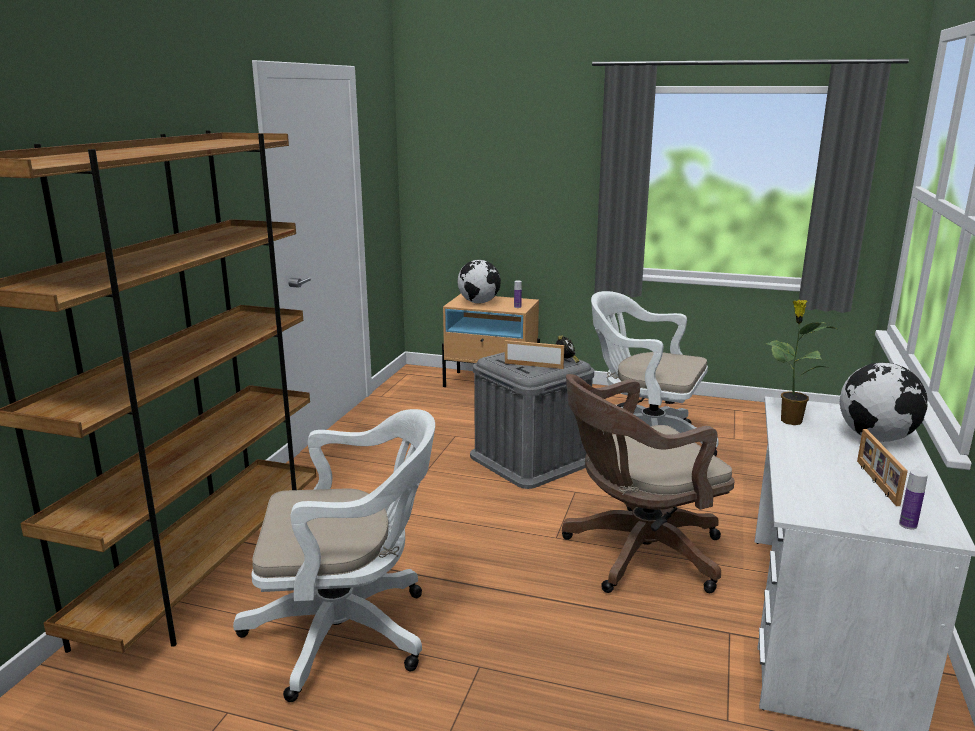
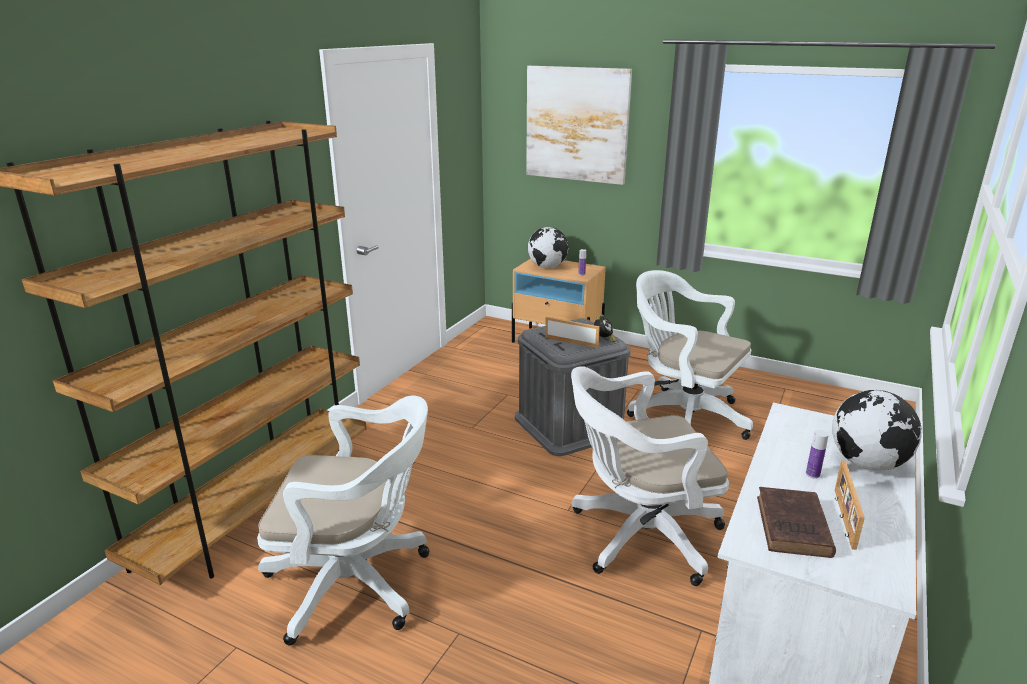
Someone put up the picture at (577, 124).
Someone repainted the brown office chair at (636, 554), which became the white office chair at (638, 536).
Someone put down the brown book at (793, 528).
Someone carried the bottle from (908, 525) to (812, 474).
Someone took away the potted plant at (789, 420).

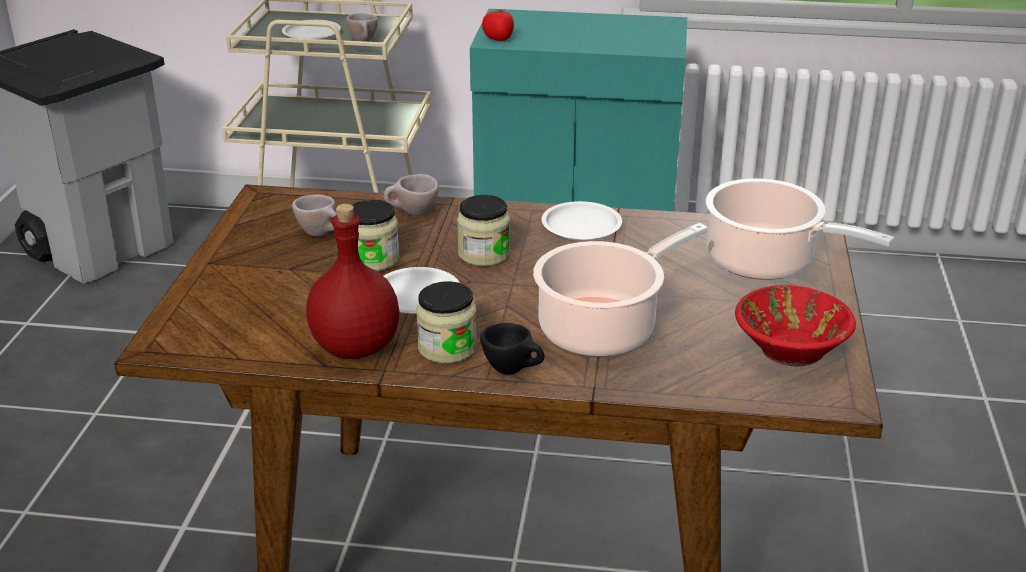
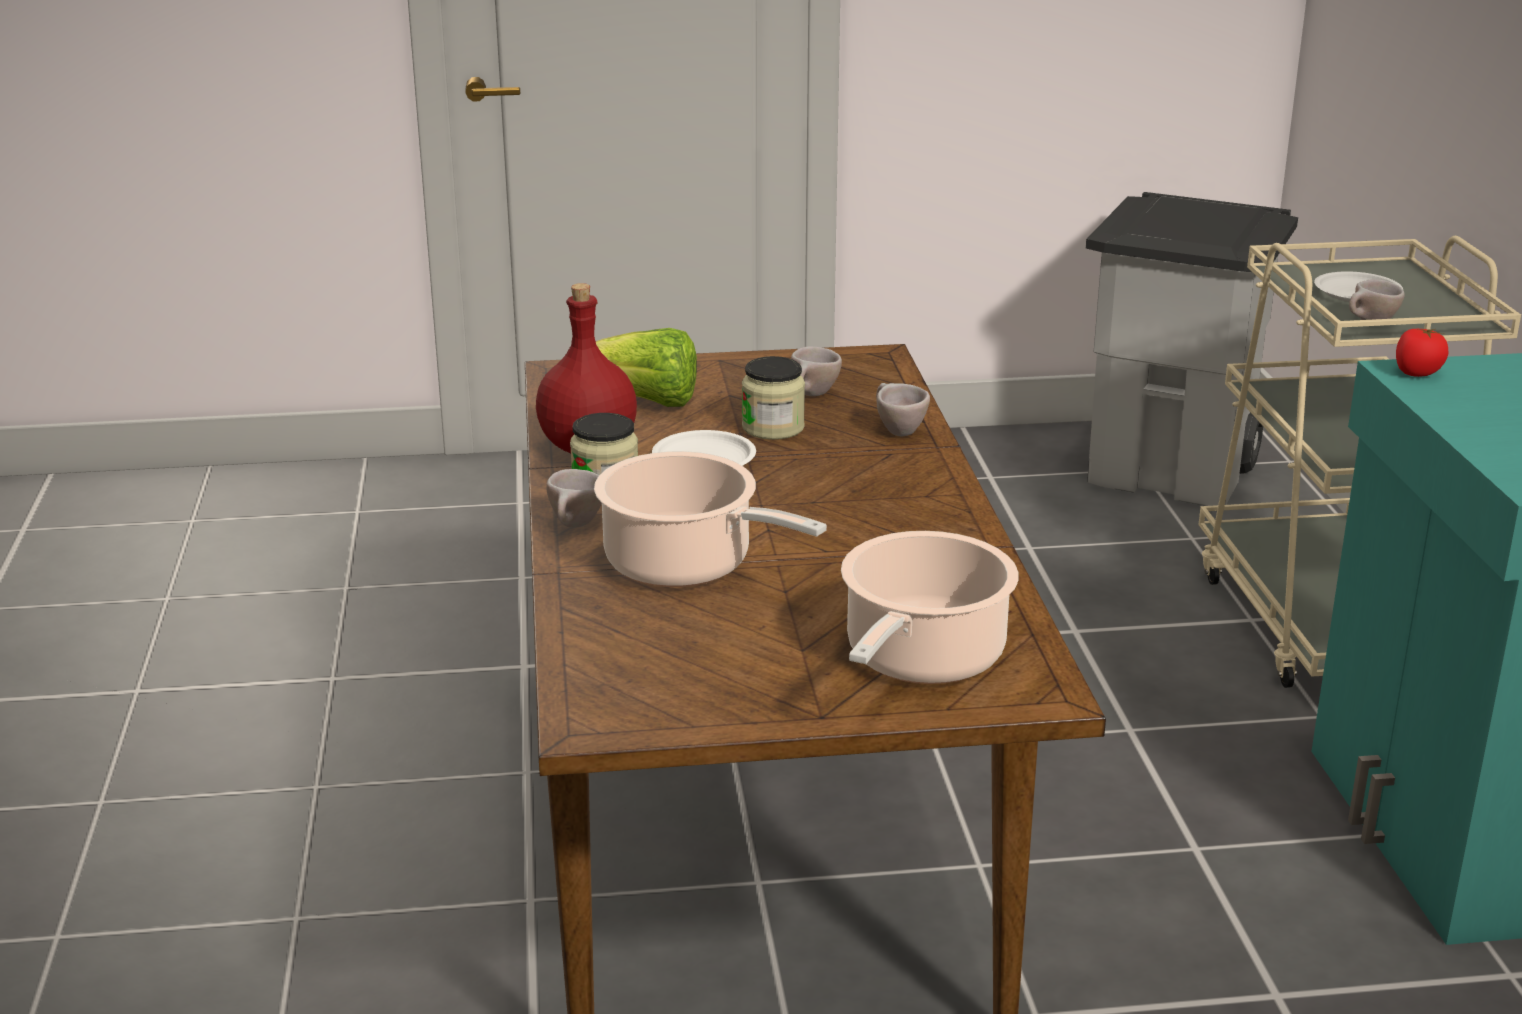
Someone repainted the black cup at (513, 370), which became the beige cup at (575, 527).
Someone put down the lettuce at (643, 403).
Someone took away the jar at (484, 254).
Someone took away the white plate at (582, 226).
Someone took away the red bowl at (789, 348).

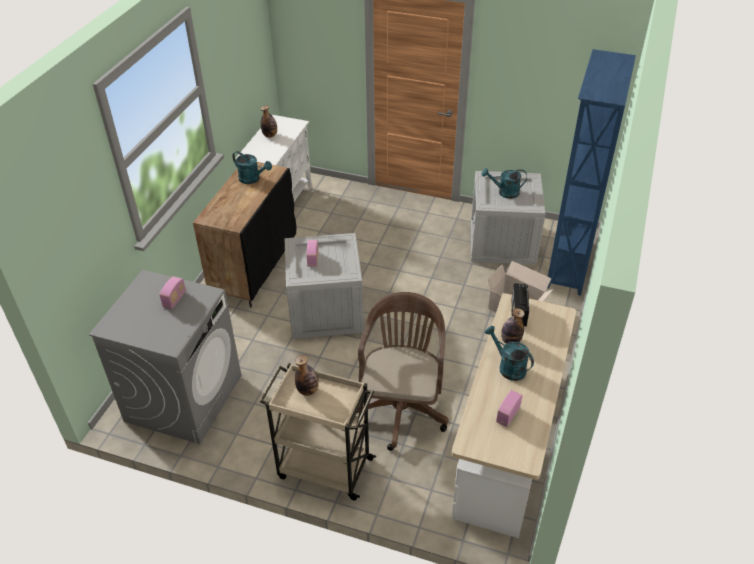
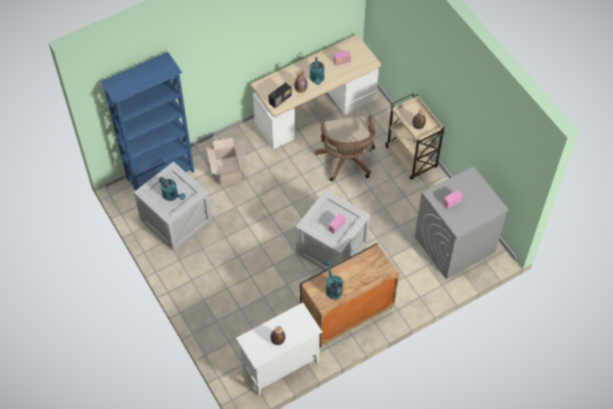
Someone rotated the brown office chair at (401, 406) by 60 degrees counterclockwise.

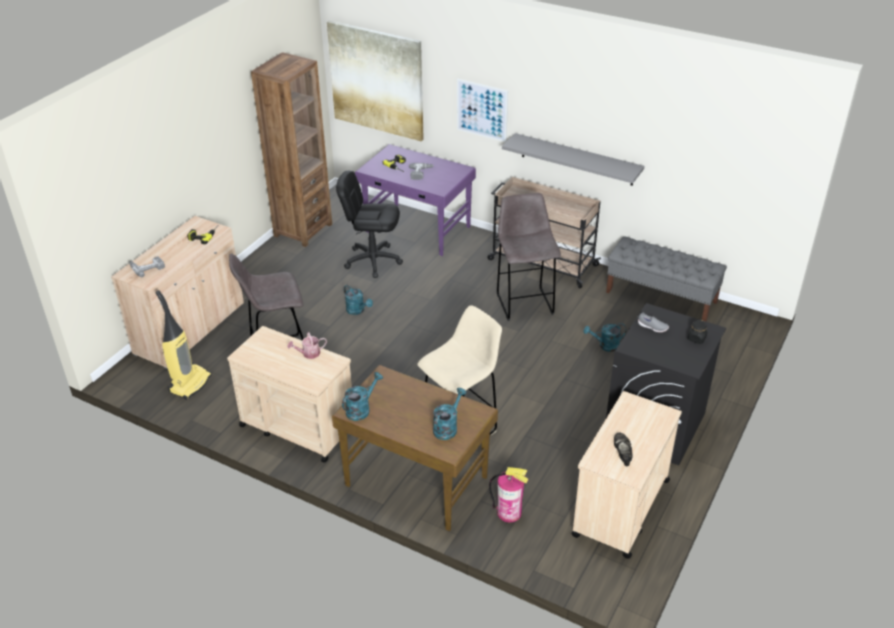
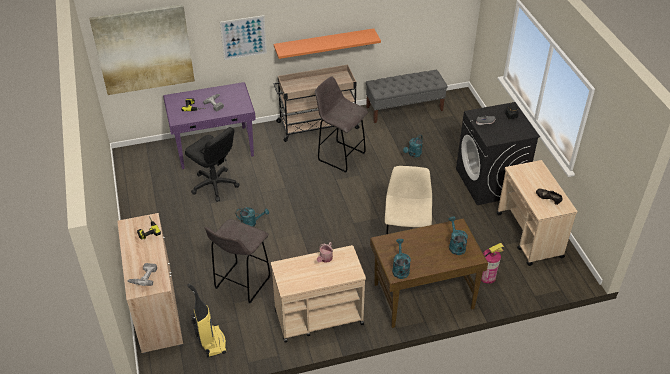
Someone rotated the black office chair at (373, 260) by 105 degrees counterclockwise.
Someone repainted the grey shelf at (577, 159), which became the orange shelf at (324, 43).
Someone took away the brown bookcase at (303, 230).

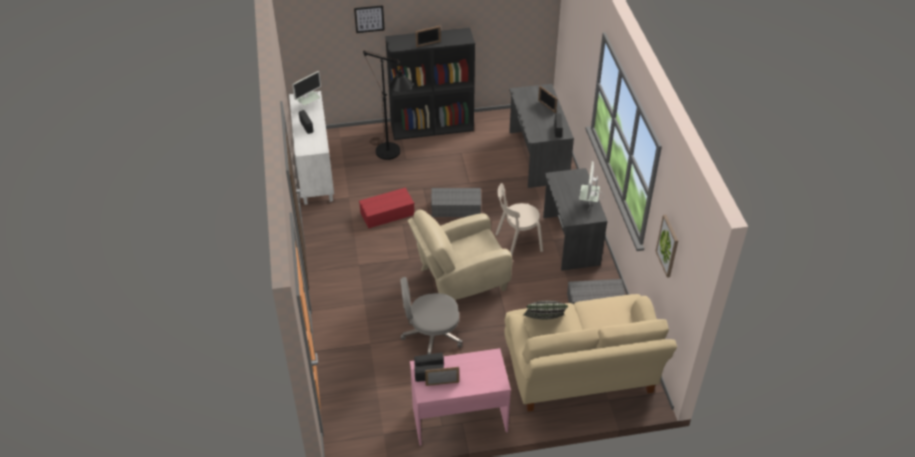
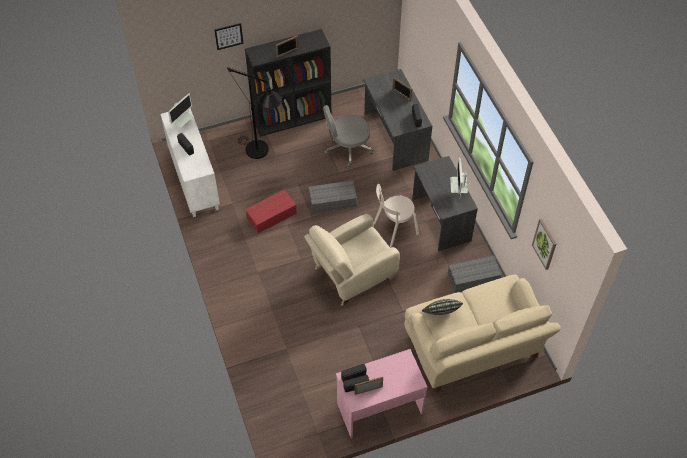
Someone carried the grey office chair from (431, 335) to (347, 148).

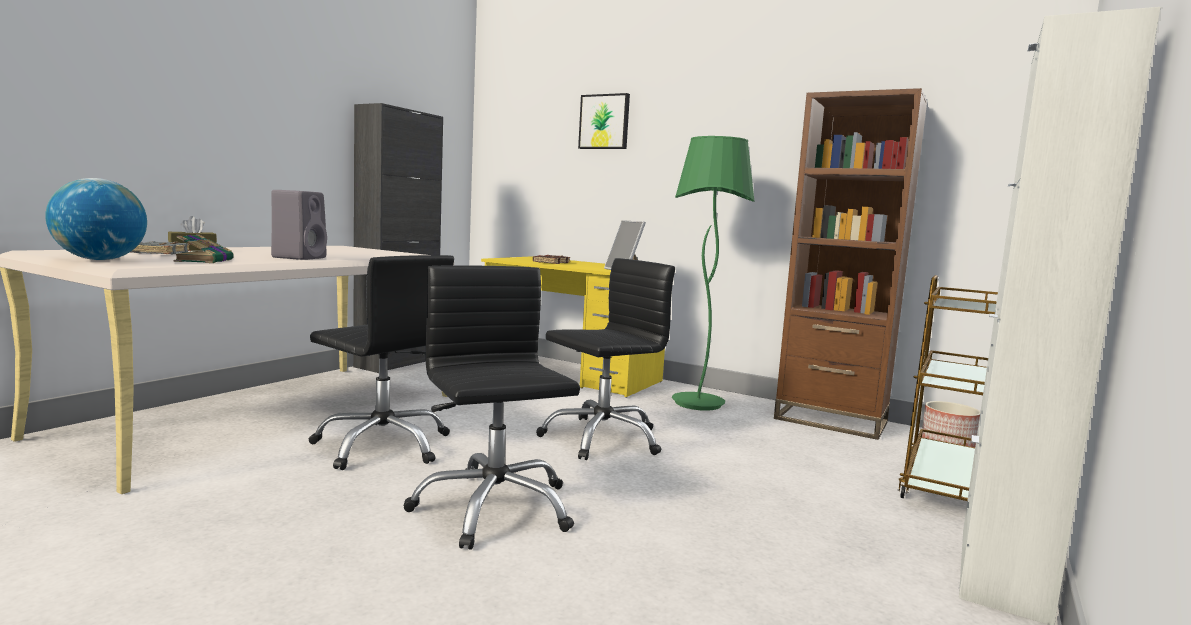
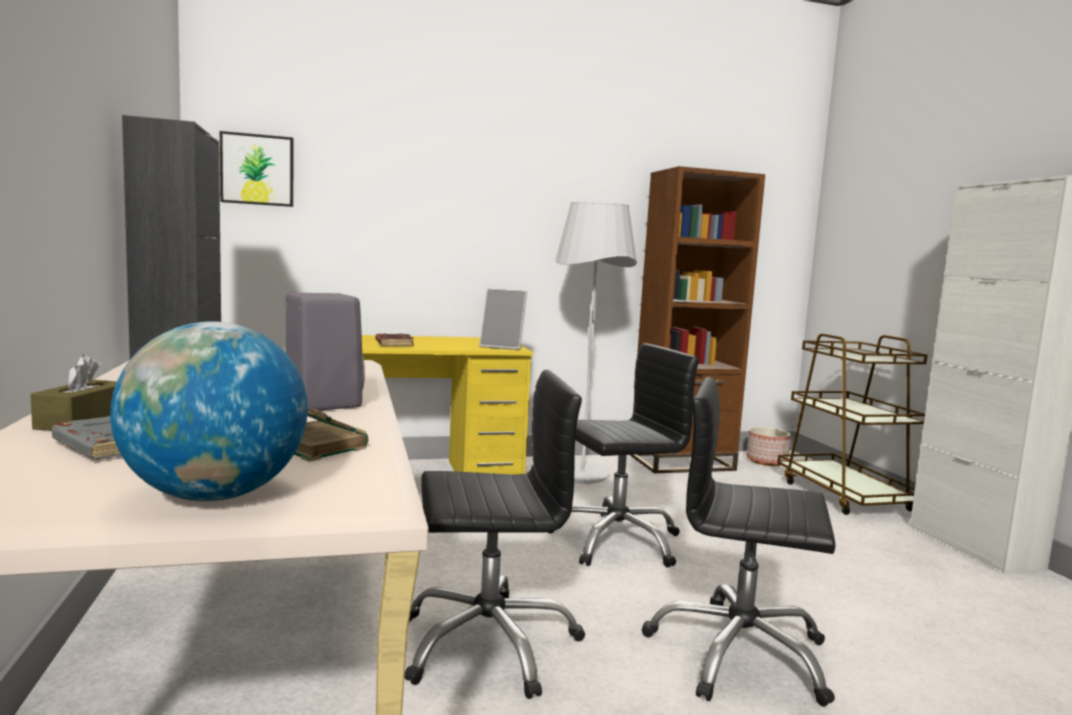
Someone carried the picture from (604, 122) to (257, 170).
Someone rotated the black office chair at (602, 438) by 60 degrees clockwise.
Someone repainted the green floor lamp at (698, 403), which became the white floor lamp at (582, 476).

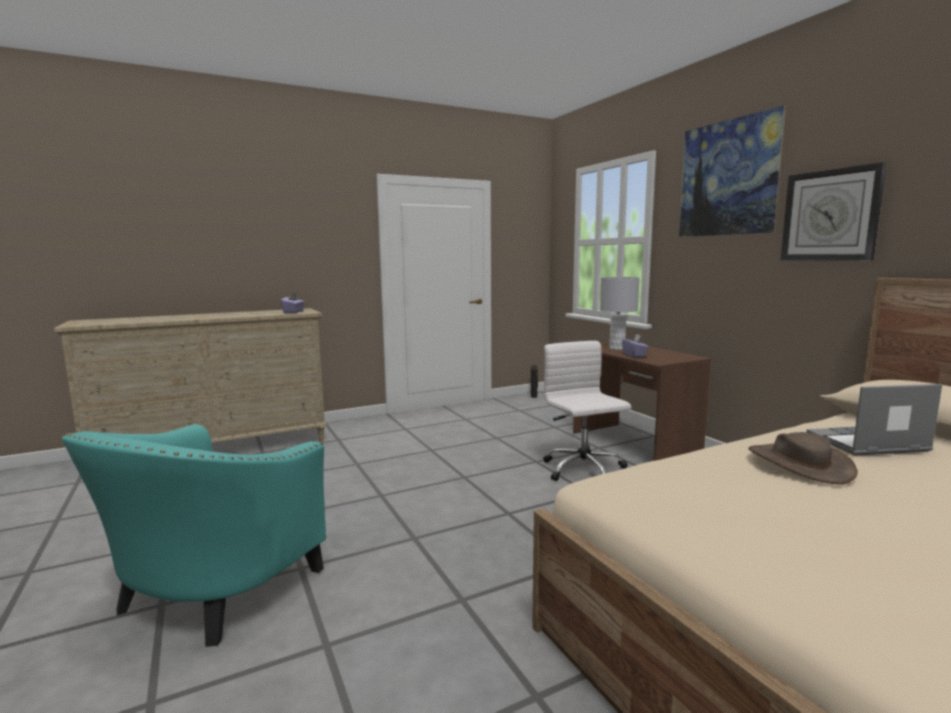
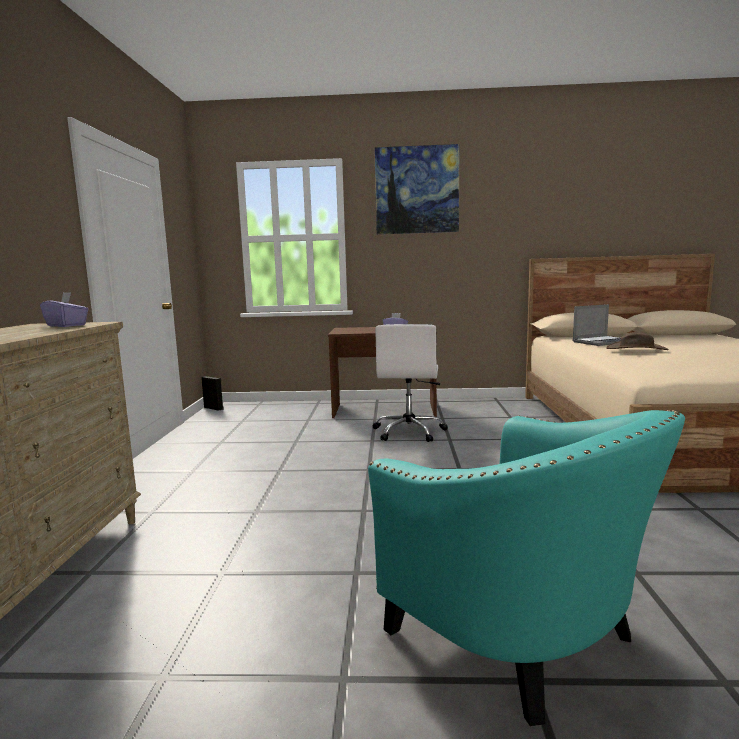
Someone rotated the white office chair at (584, 470) by 90 degrees counterclockwise.
Someone rotated the laptop at (866, 443) by 135 degrees counterclockwise.
Someone took away the grey table lamp at (617, 348).
Someone took away the wall clock at (830, 215).

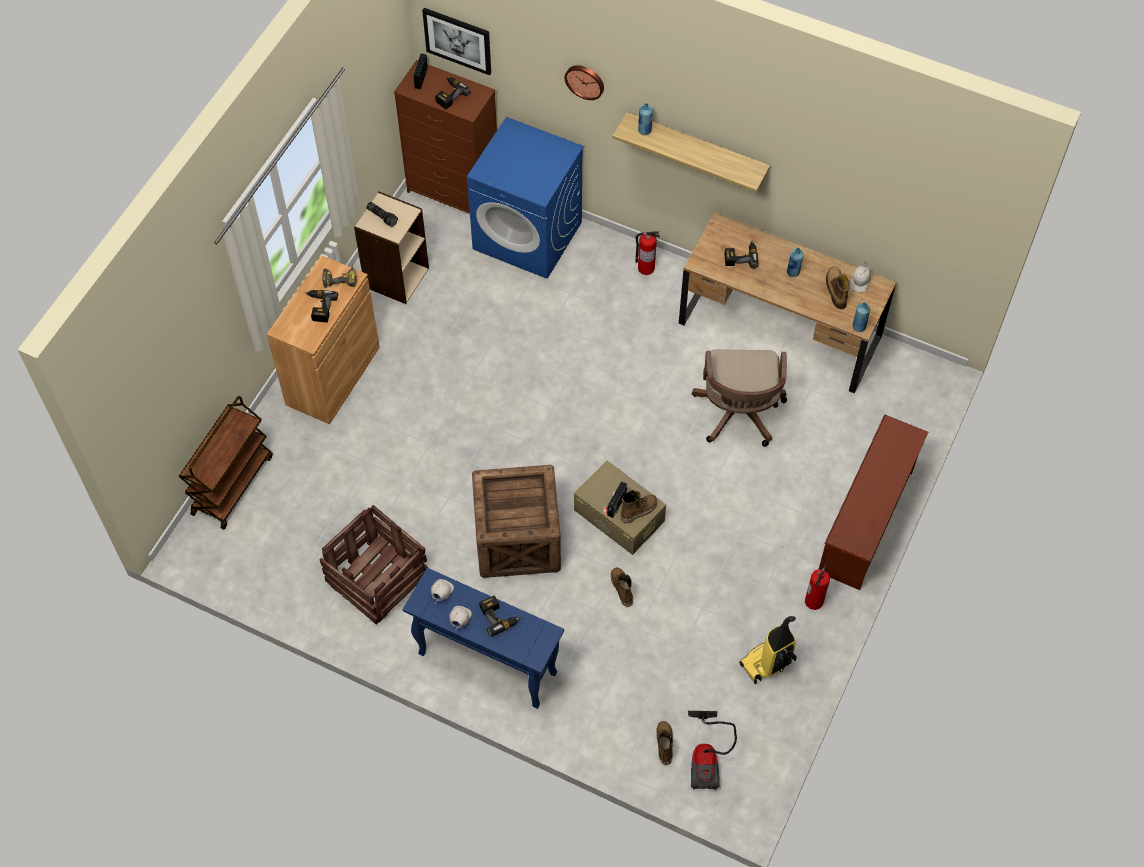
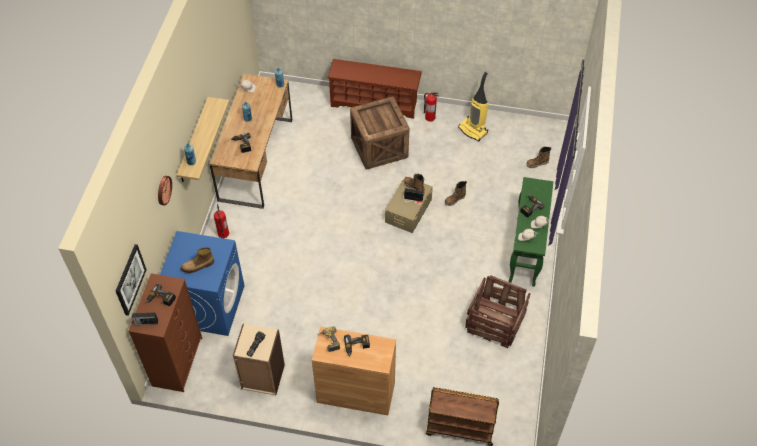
Someone carried the boot from (835, 290) to (198, 266).
Someone carried the crate from (516, 539) to (379, 148).
Someone repainted the blue console table at (486, 663), which became the green console table at (526, 252).
Someone took away the vacuum cleaner at (707, 758).
Someone took away the brown office chair at (738, 415).

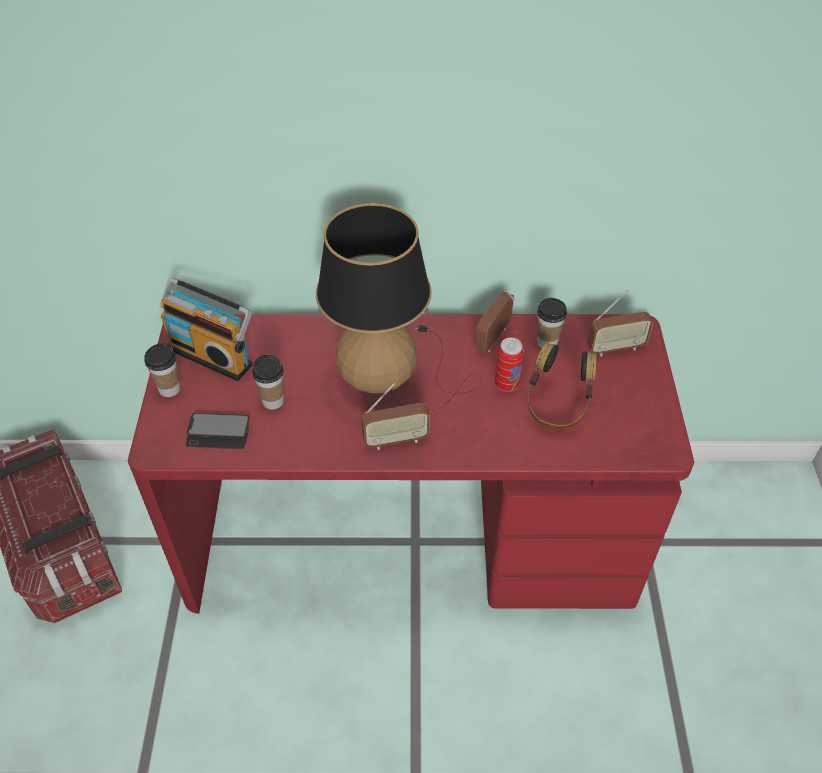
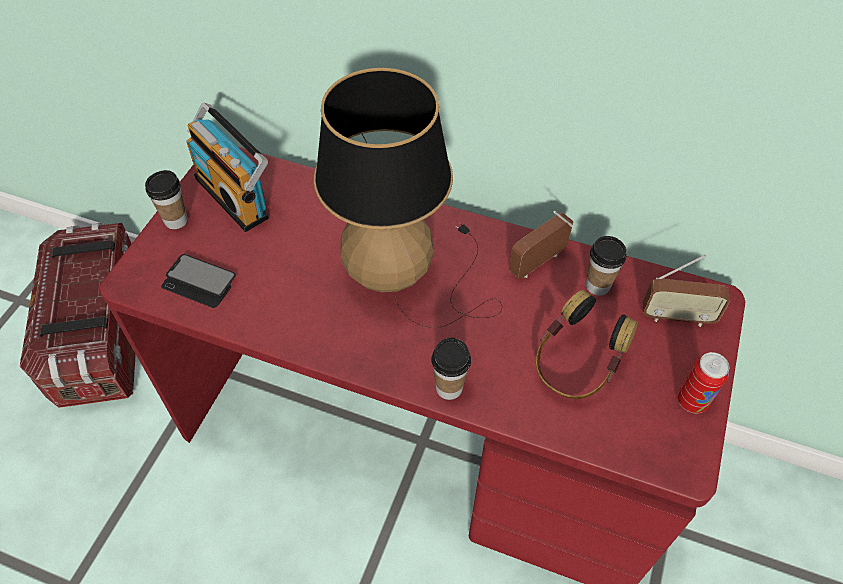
Someone carried the cup from (273, 401) to (449, 388).
Someone carried the can from (506, 384) to (692, 401).
Someone took away the radio at (395, 440).

